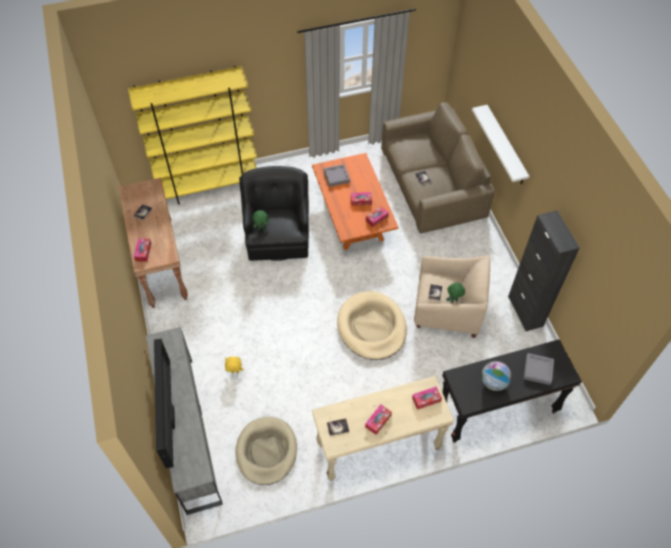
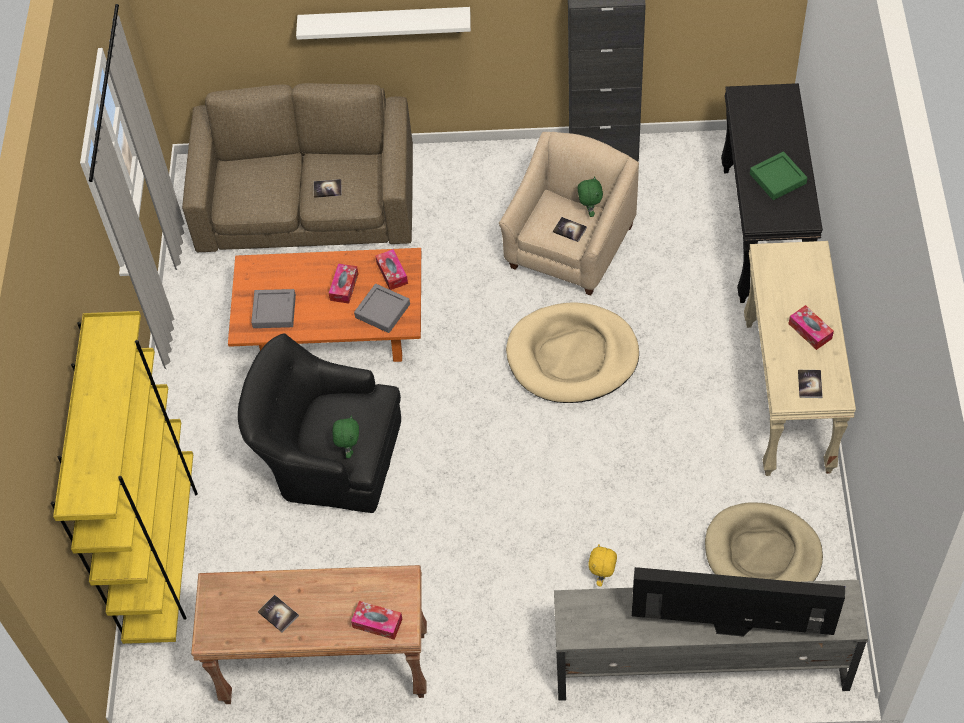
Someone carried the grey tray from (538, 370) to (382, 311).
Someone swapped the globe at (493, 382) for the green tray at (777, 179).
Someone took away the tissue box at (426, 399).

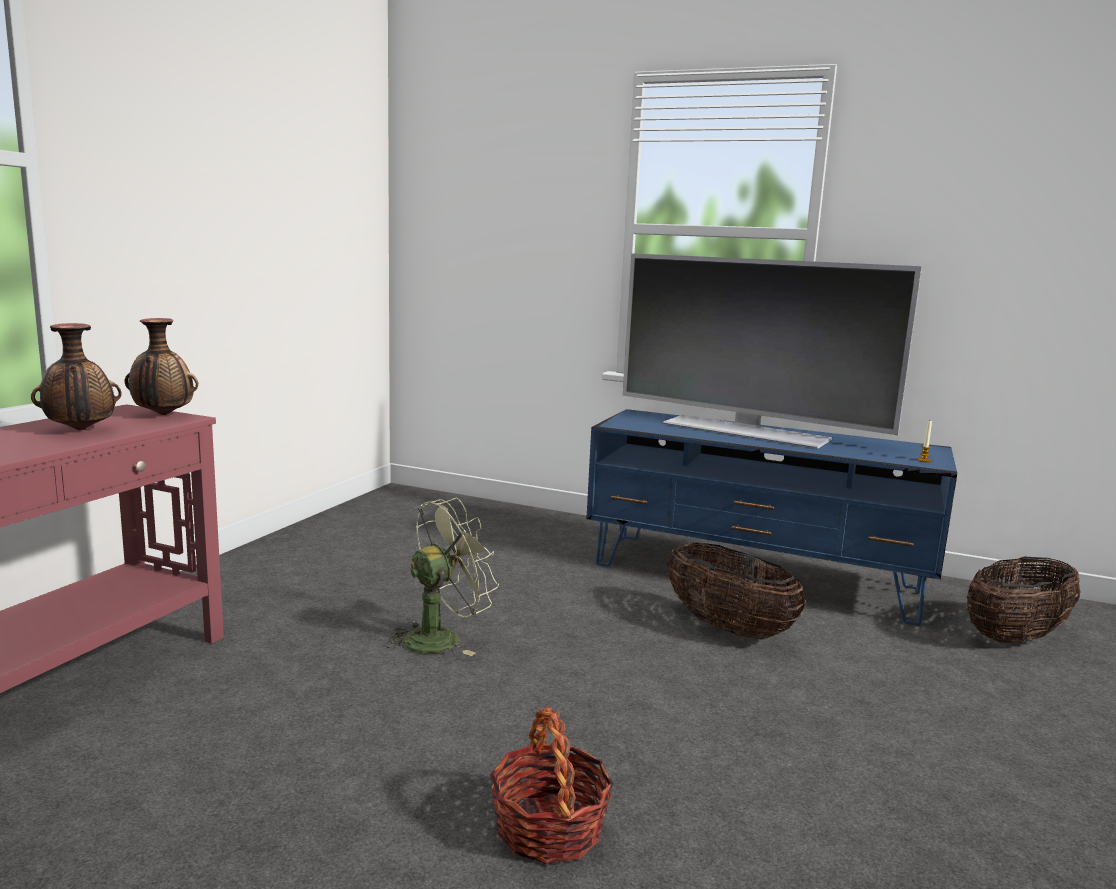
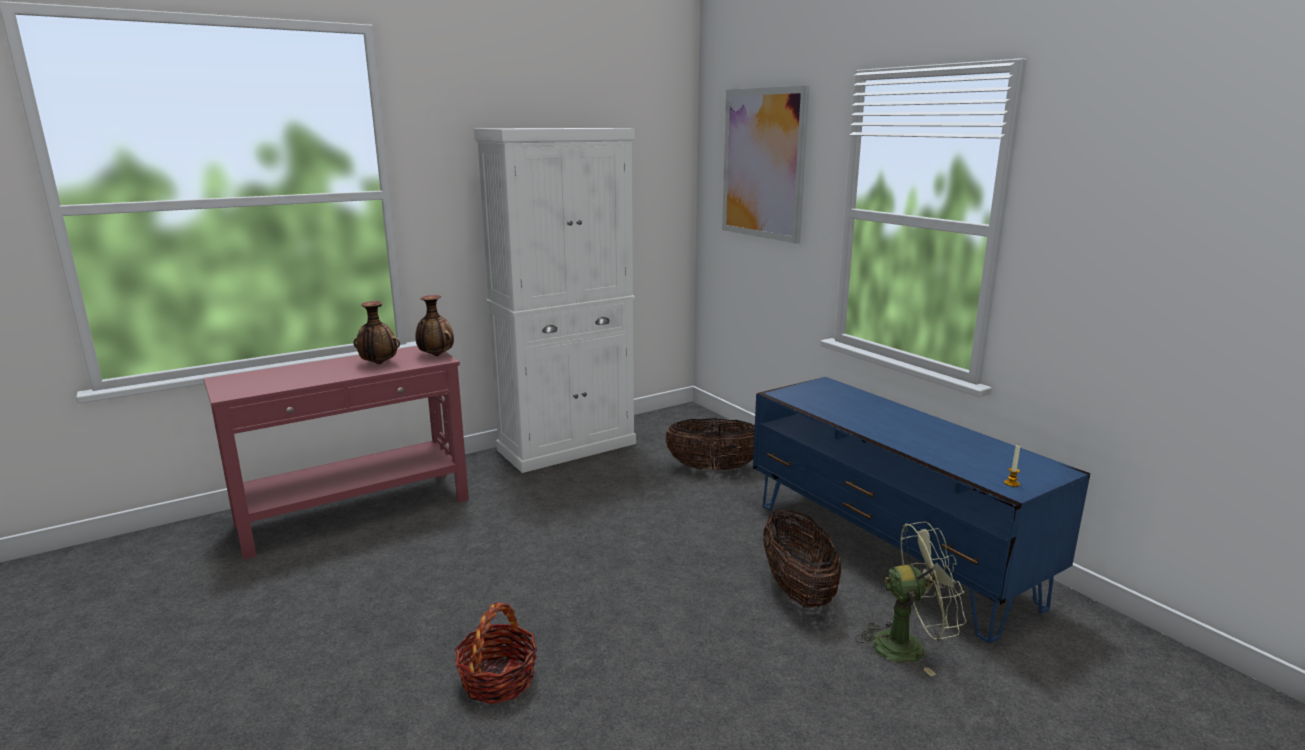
Someone put down the white cabinet at (567, 447).
Someone carried the basket from (1015, 637) to (713, 468).
Someone put up the picture at (763, 164).
Someone carried the green fan from (441, 638) to (909, 646).
Someone took away the television at (746, 431).

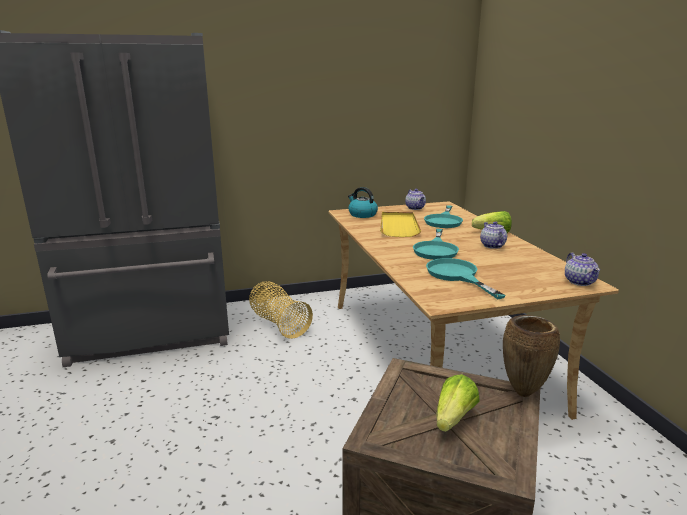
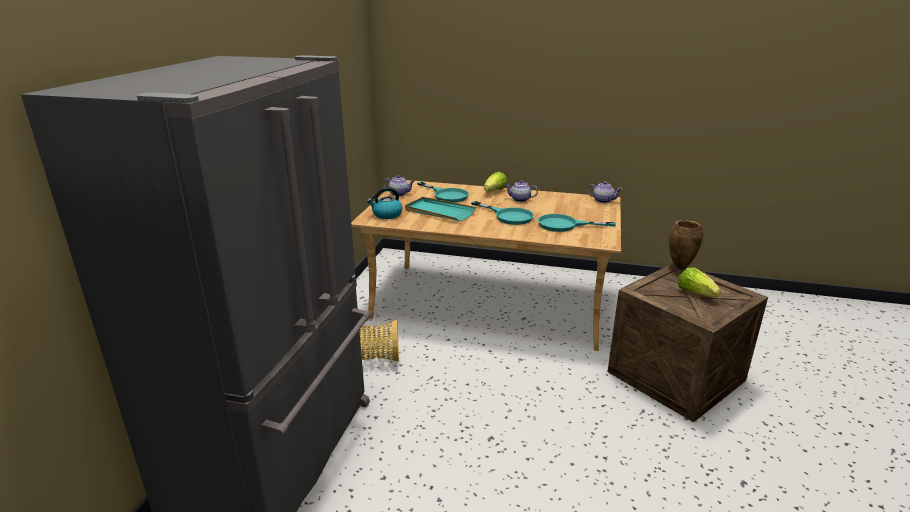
Someone repainted the yellow tray at (398, 226), which became the turquoise tray at (439, 212).

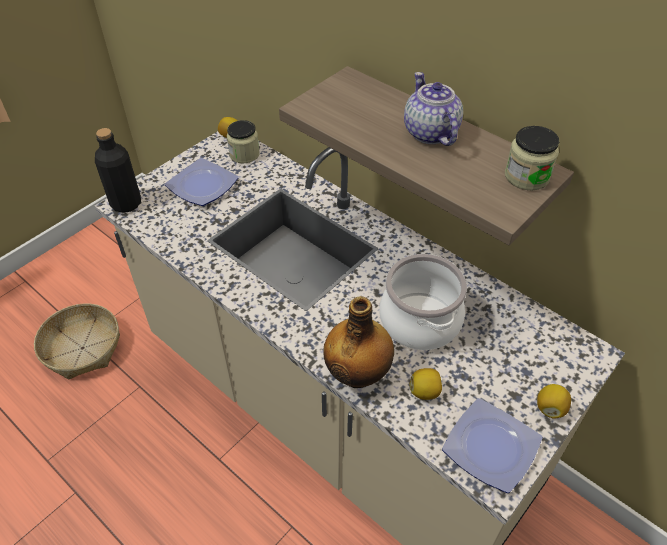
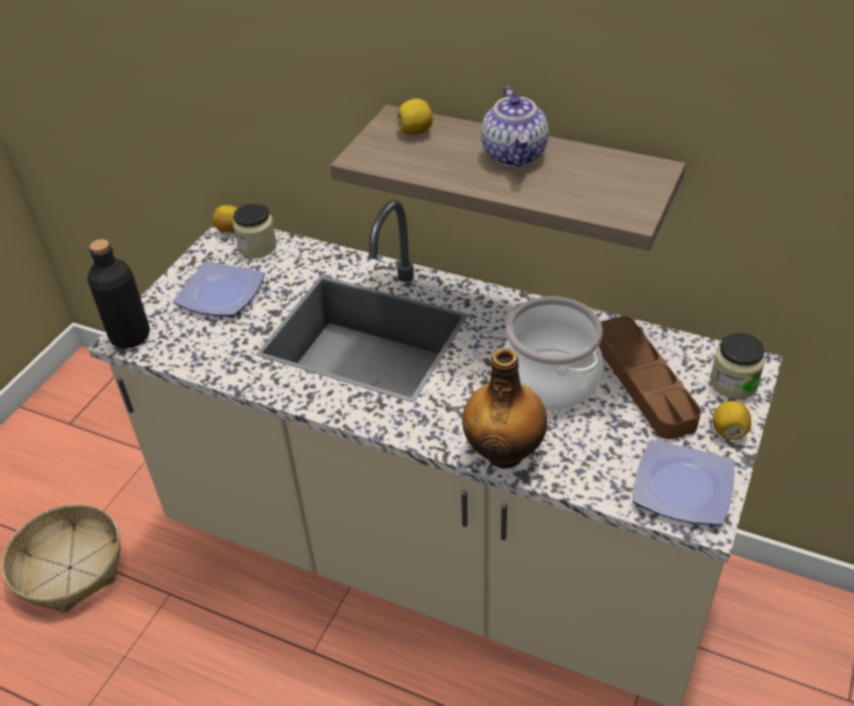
Someone carried the lemon from (425, 391) to (416, 131).
Someone rotated the teapot at (429, 132) by 150 degrees counterclockwise.
Someone put down the brown tray at (643, 381).
Someone carried the jar from (526, 176) to (733, 383).

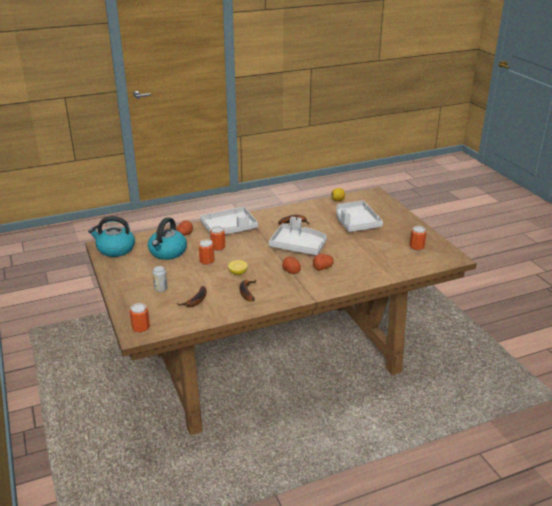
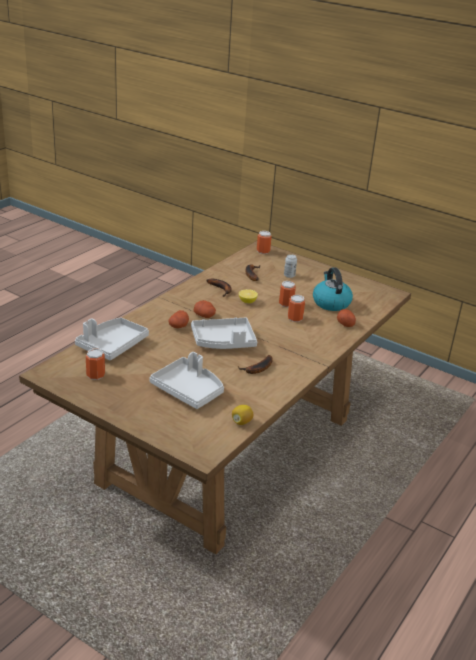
Someone carried the grey tray from (229, 228) to (112, 345).
Someone took away the kettle at (115, 249).

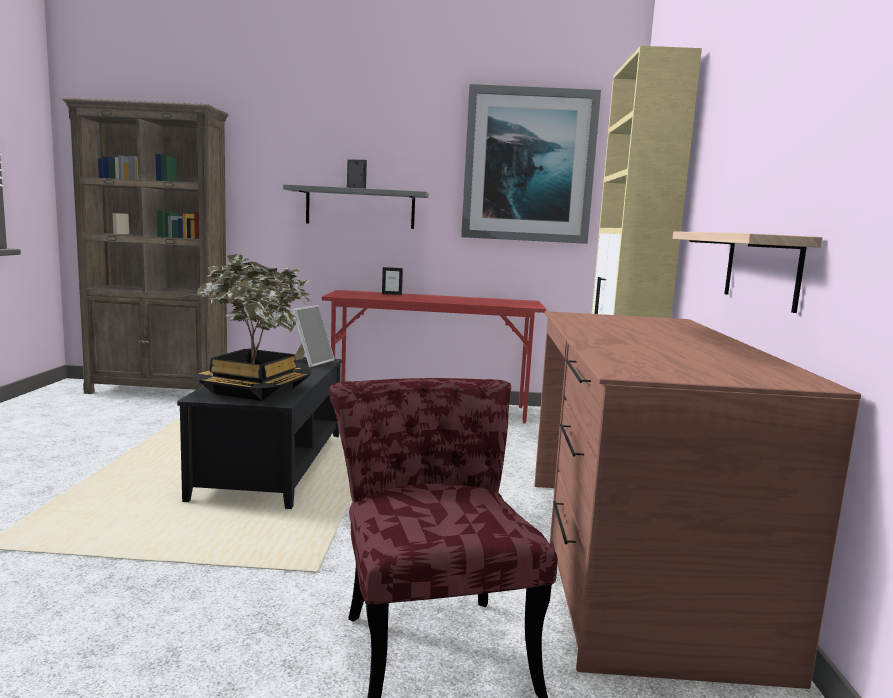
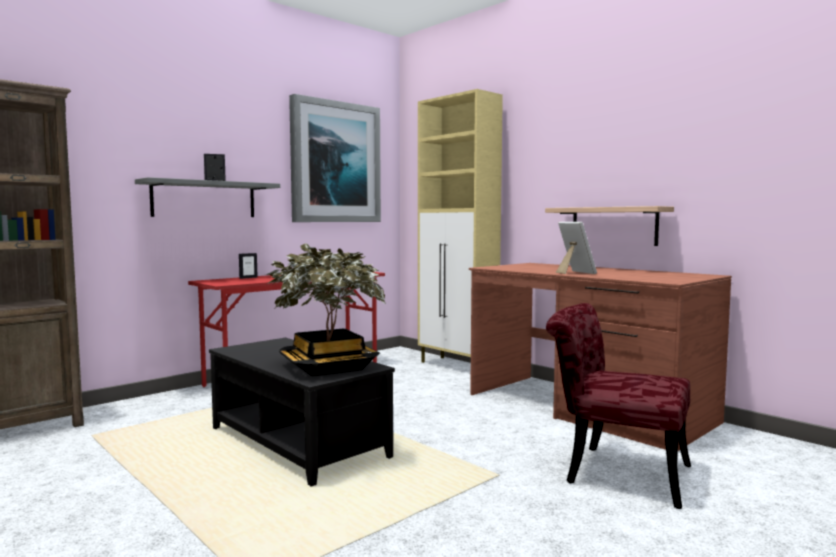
Someone carried the picture frame from (311, 362) to (574, 273).

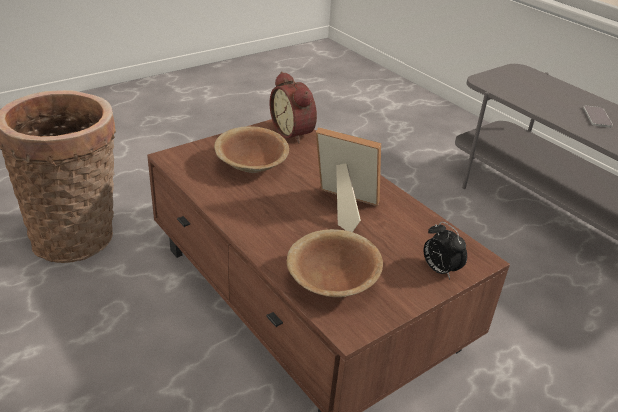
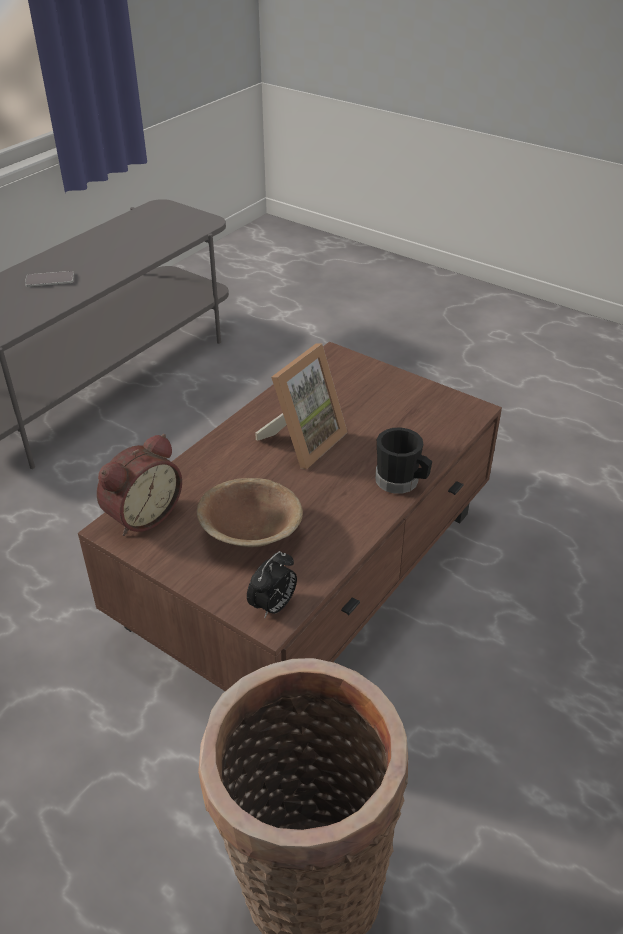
Someone carried the alarm clock from (439, 270) to (273, 606).
Someone rotated the picture frame at (342, 208) by 150 degrees counterclockwise.
Someone put down the black mug at (401, 482).
Someone took away the brown bowl at (332, 281).

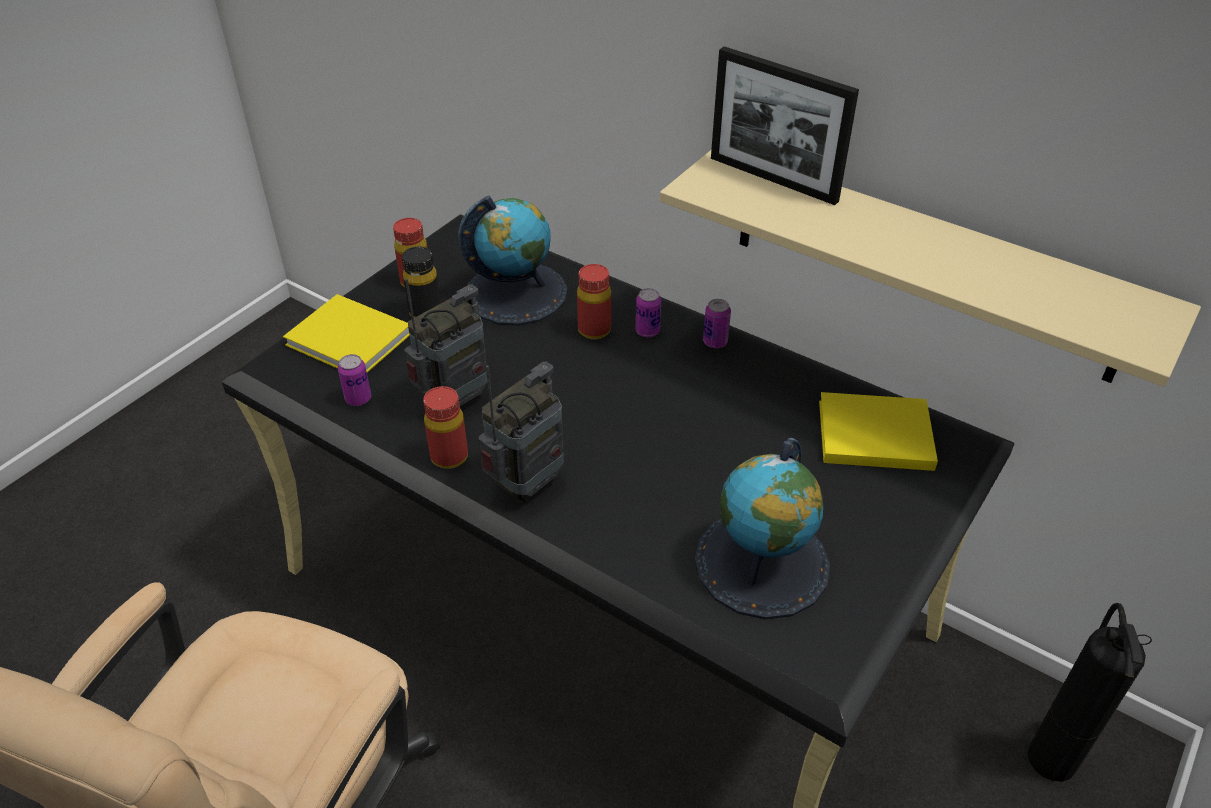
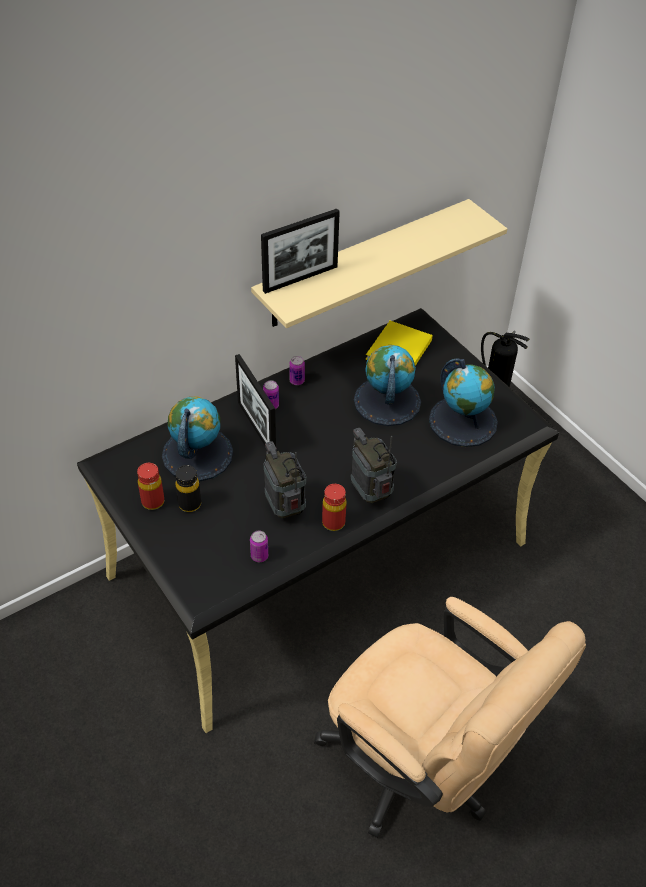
Someone swapped the red bottle at (594, 330) for the picture frame at (256, 428).
Someone put down the globe at (387, 401).
Someone took away the yellow book at (352, 340).

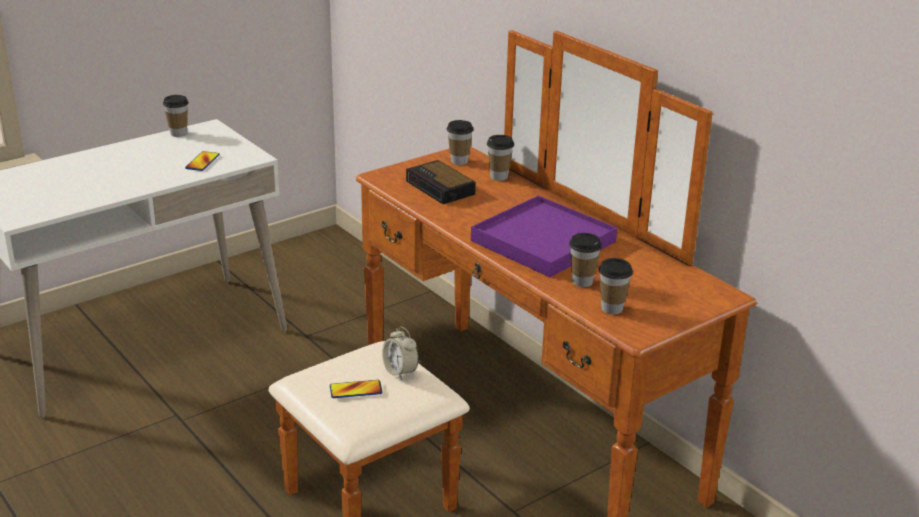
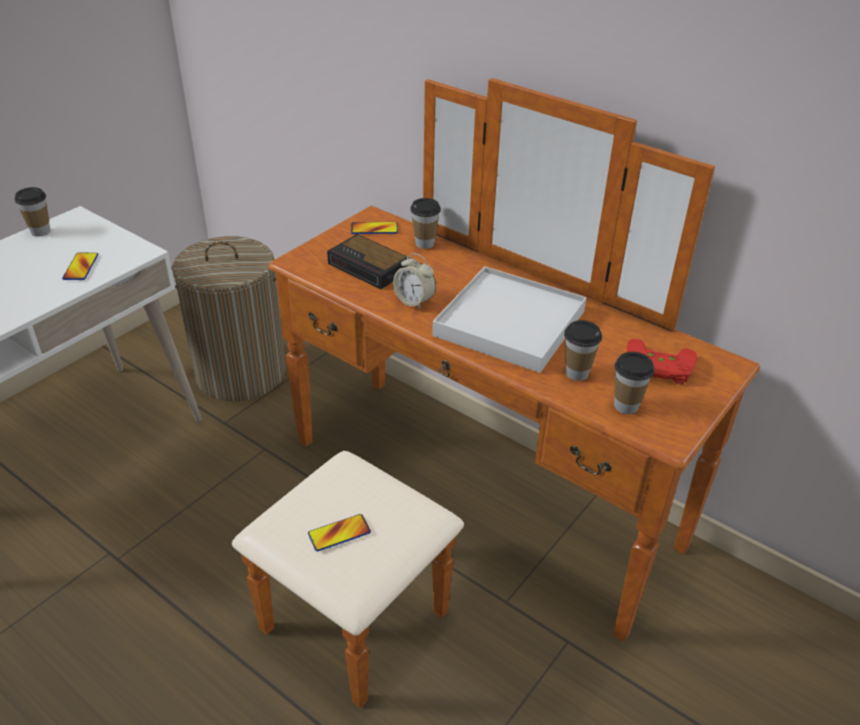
Someone put down the laundry basket at (241, 373).
Someone swapped the cup at (459, 161) for the phone at (374, 229).
Someone carried the alarm clock from (400, 372) to (414, 301).
Someone repainted the purple tray at (543, 241), which became the white tray at (510, 323).
Someone put down the red game controller at (657, 368).

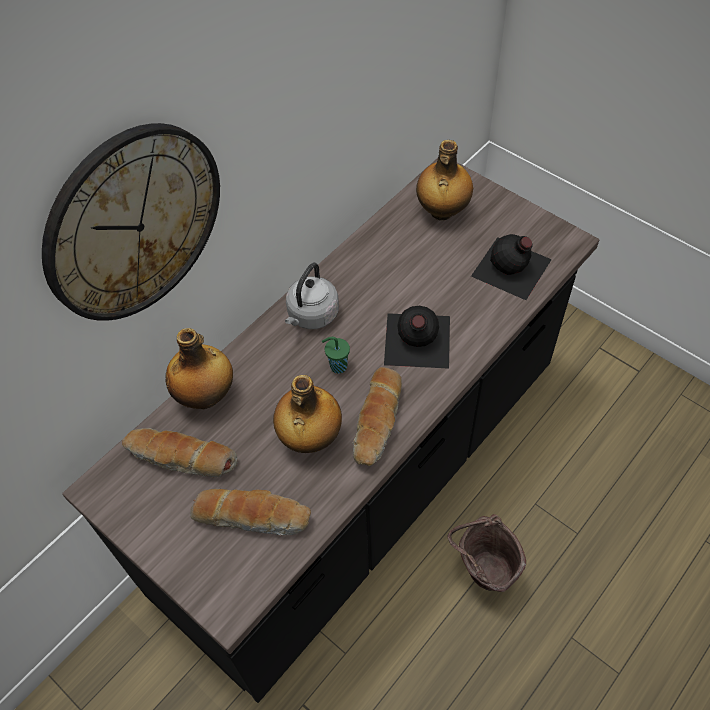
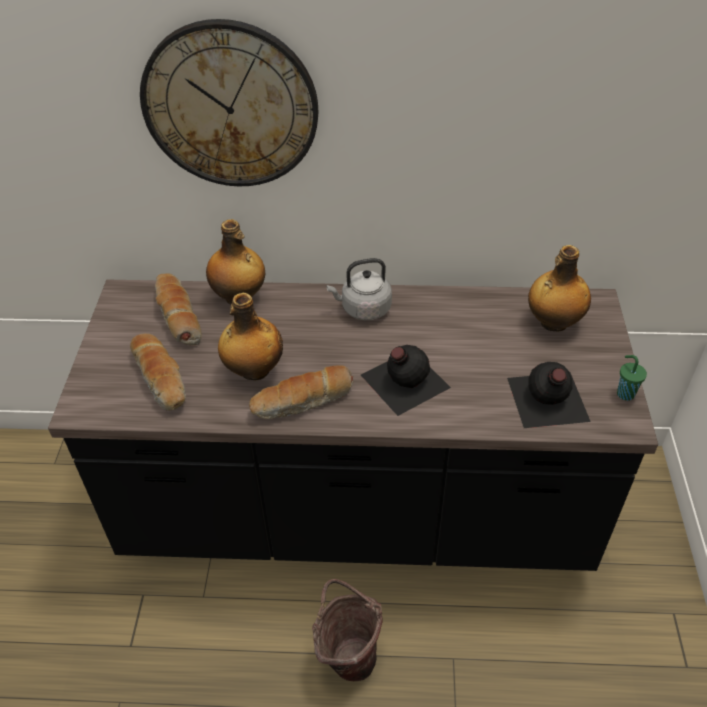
Someone carried the green cup from (337, 366) to (624, 393).

